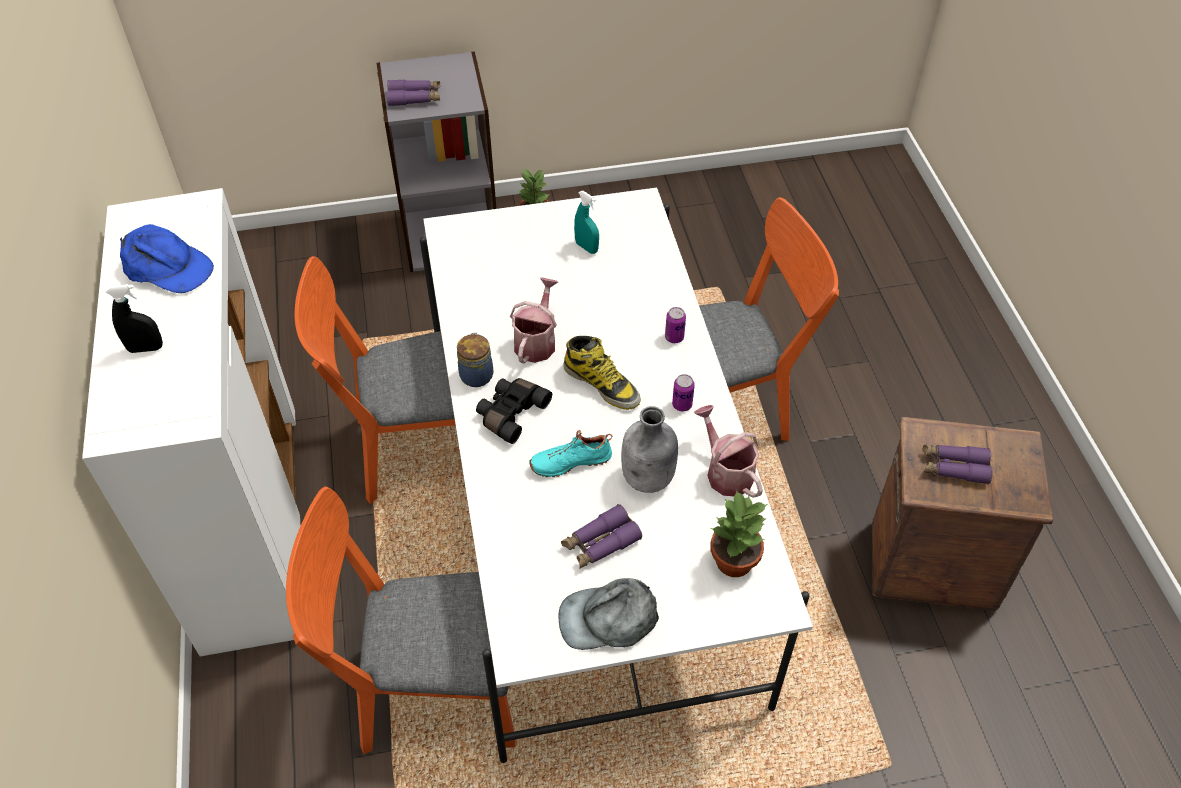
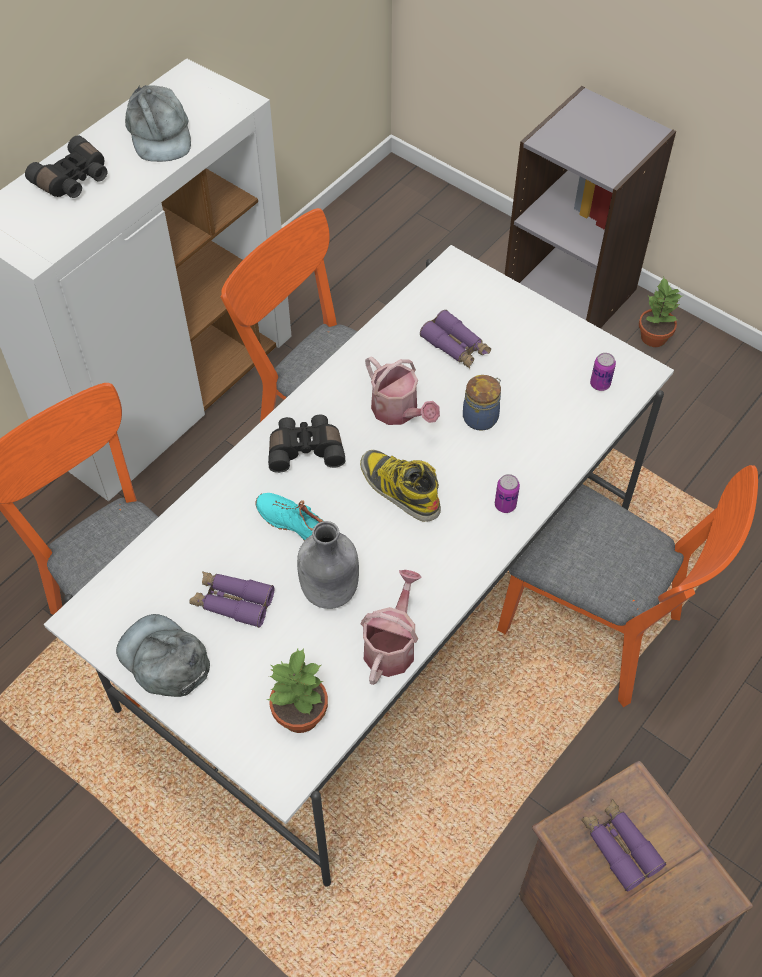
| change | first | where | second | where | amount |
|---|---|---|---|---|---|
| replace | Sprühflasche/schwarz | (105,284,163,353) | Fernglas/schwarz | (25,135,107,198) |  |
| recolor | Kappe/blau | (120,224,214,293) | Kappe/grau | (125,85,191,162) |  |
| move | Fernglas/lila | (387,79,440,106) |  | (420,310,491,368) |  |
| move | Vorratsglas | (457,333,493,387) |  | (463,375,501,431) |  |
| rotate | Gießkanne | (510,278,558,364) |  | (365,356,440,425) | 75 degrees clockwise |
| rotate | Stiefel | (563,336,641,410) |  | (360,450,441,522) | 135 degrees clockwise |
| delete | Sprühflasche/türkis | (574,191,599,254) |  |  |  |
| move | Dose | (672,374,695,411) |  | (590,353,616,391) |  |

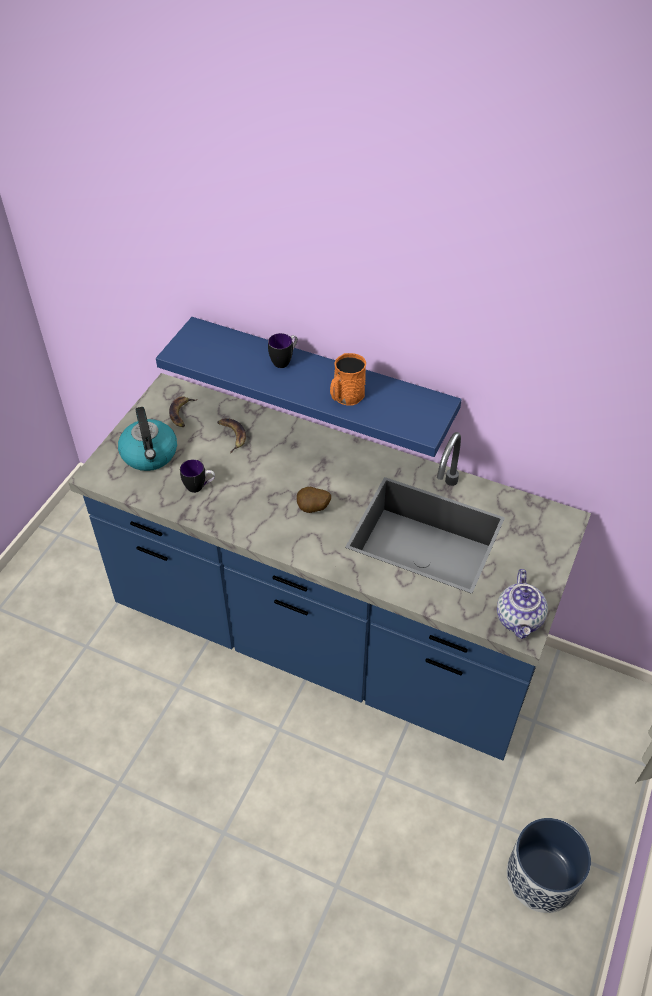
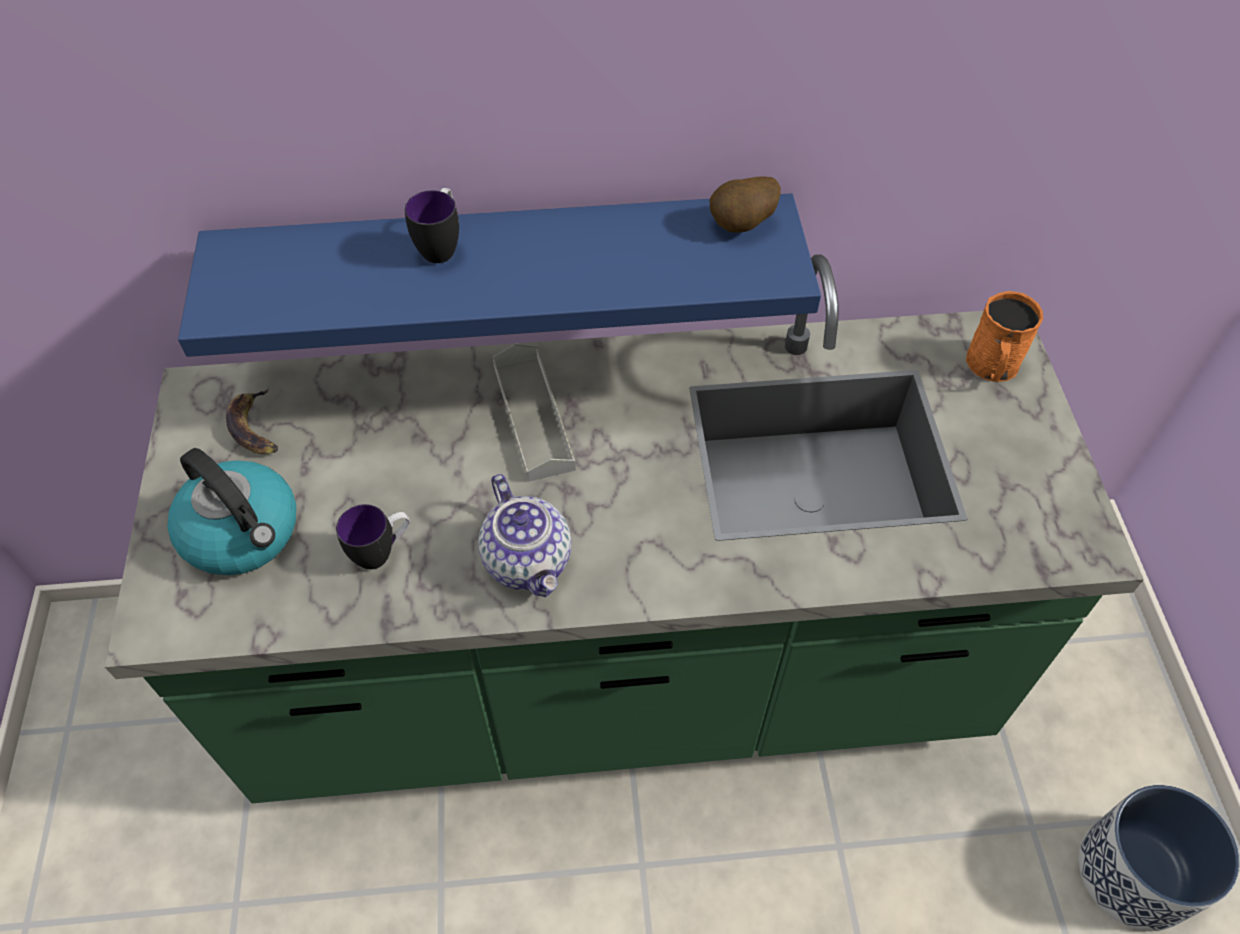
| change | first | where | second | where | amount |
|---|---|---|---|---|---|
| recolor | Küchenzeile/blau | (68,373,591,760) | Küchenzeile/grün | (105,254,1144,803) |  |
| delete | Banane | (217,418,246,453) |  |  |  |
| move | Kartoffel | (297,487,331,513) |  | (710,176,781,233) |  |
| move | Henkelbecher/orange | (330,353,366,406) |  | (966,291,1043,382) |  |
| move | Teekanne | (497,569,548,639) |  | (478,474,572,597) |  |
| insert |  |  | Tablett/grau | (493,345,576,482) |  |

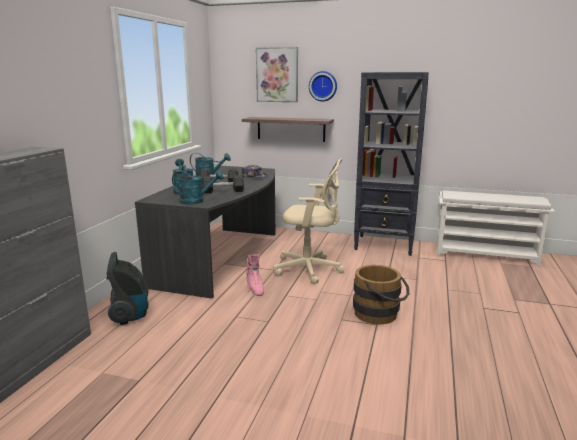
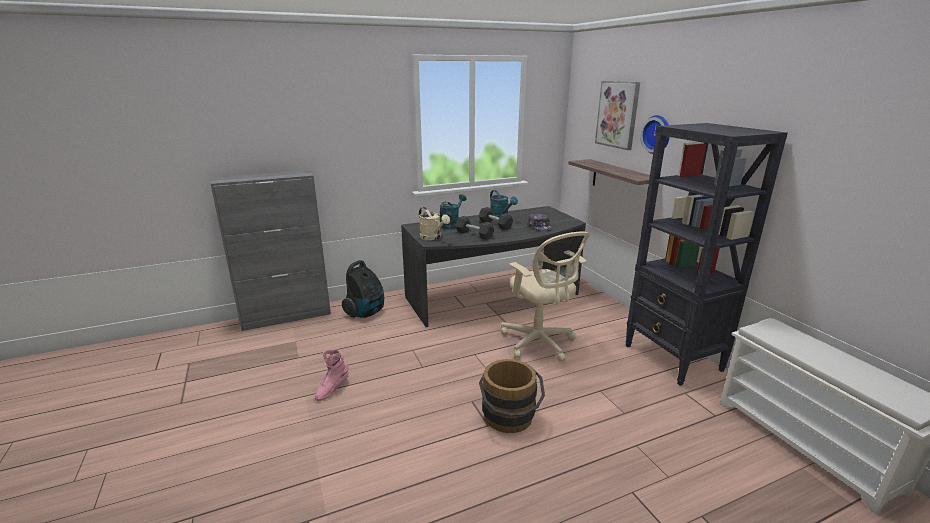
| change | first | where | second | where | amount |
|---|---|---|---|---|---|
| recolor | Gießkanne/türkis | (172,171,224,204) | Gießkanne/beige | (419,207,450,240) |  |
| move | Stiefel/rosa | (246,254,264,296) |  | (315,350,349,401) |  |

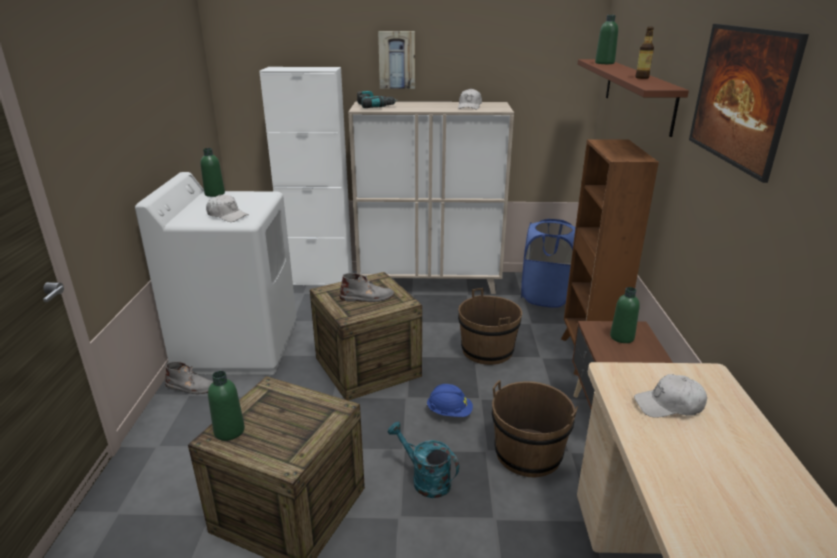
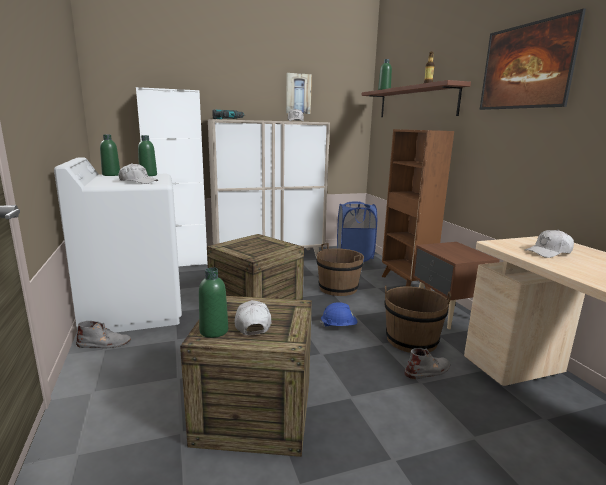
| change | first | where | second | where | amount |
|---|---|---|---|---|---|
| move | Stiefel/grau | (340,273,394,302) |  | (404,348,450,379) |  |
| move | Bild | (378,31,415,89) |  | (286,73,312,114) |  |
| delete | Gießkanne/türkis | (388,422,459,498) |  |  |  |
| move | Flasche/grün | (610,287,640,343) |  | (138,135,157,176) |  |
| insert |  |  | Kappe/weiß | (235,300,272,335) |  |

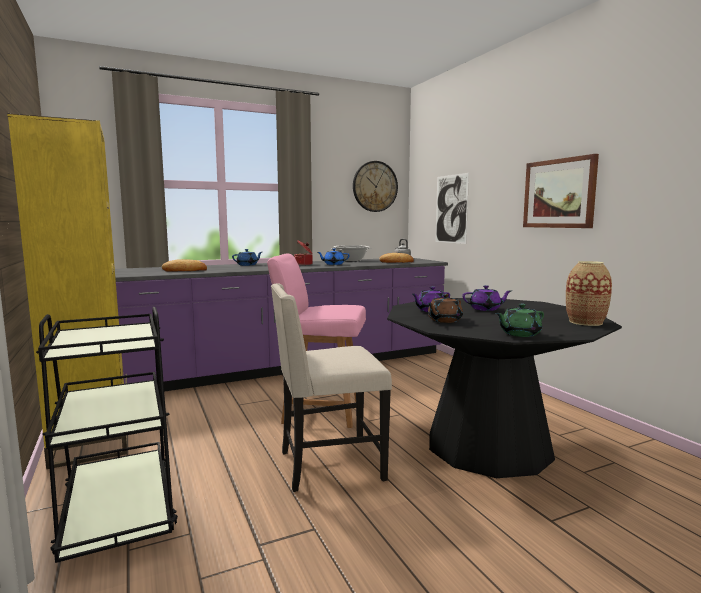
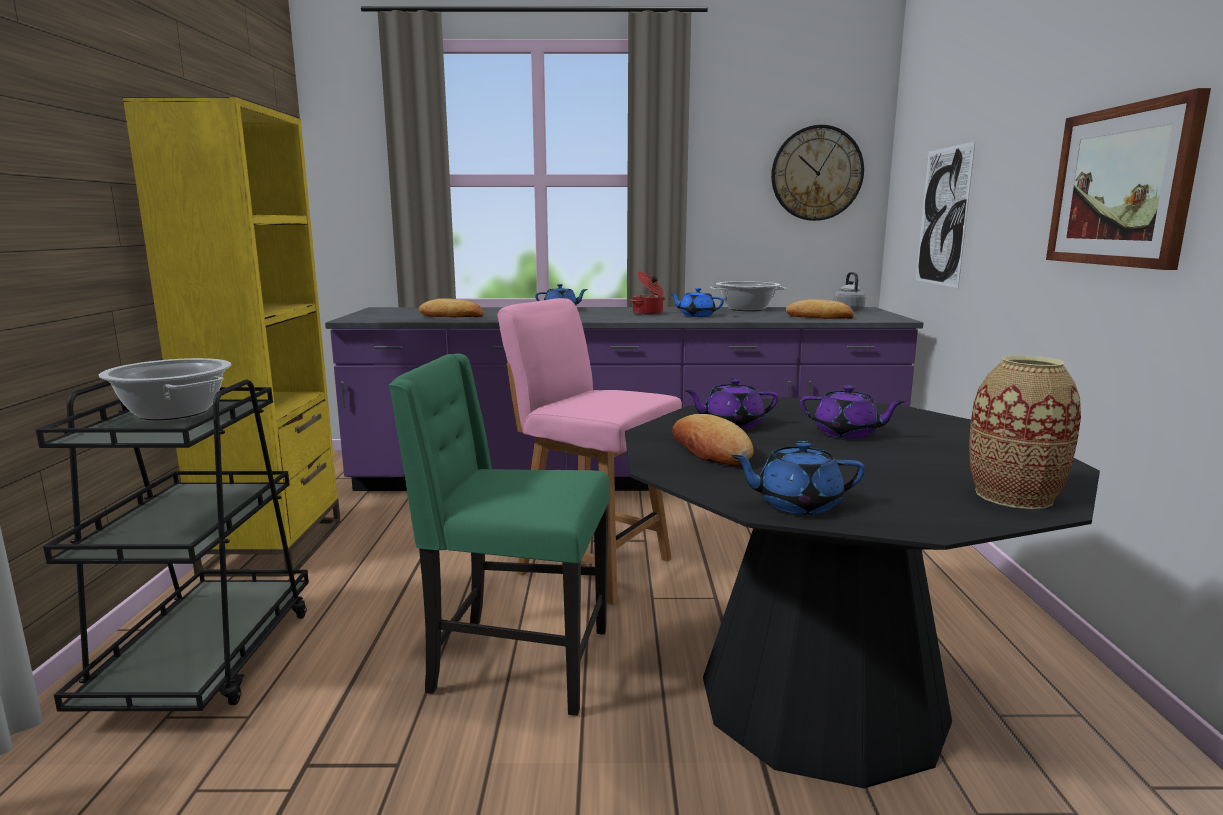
| change | first | where | second | where | amount |
|---|---|---|---|---|---|
| recolor | Stuhl/beige | (271,283,392,492) | Stuhl/grün | (389,353,610,716) |  |
| replace | Teekanne/braun | (427,294,463,323) | Brot | (672,414,754,466) |  |
| recolor | Teekanne/grün | (496,304,544,337) | Teekanne/blau | (731,441,865,514) |  |
| insert |  |  | Kochtopf | (99,358,231,420) |  |

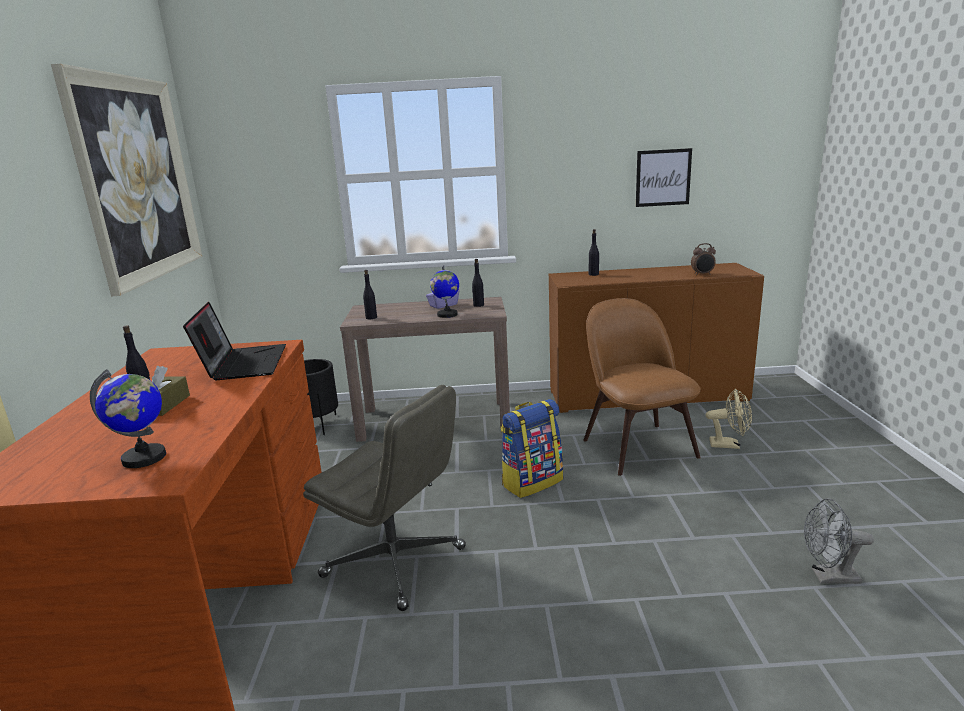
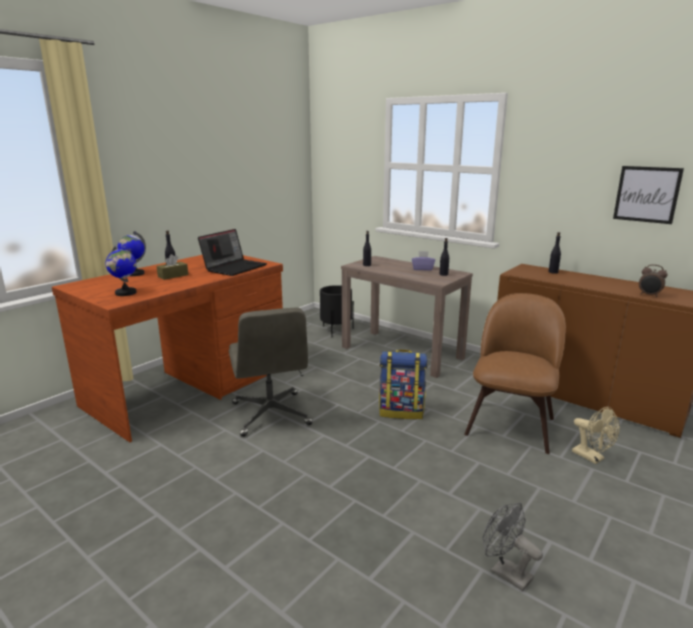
| change | first | where | second | where | amount |
|---|---|---|---|---|---|
| delete | Bild | (51,64,202,296) |  |  |  |
| move | Globus | (430,265,459,318) |  | (117,231,146,276) |  |

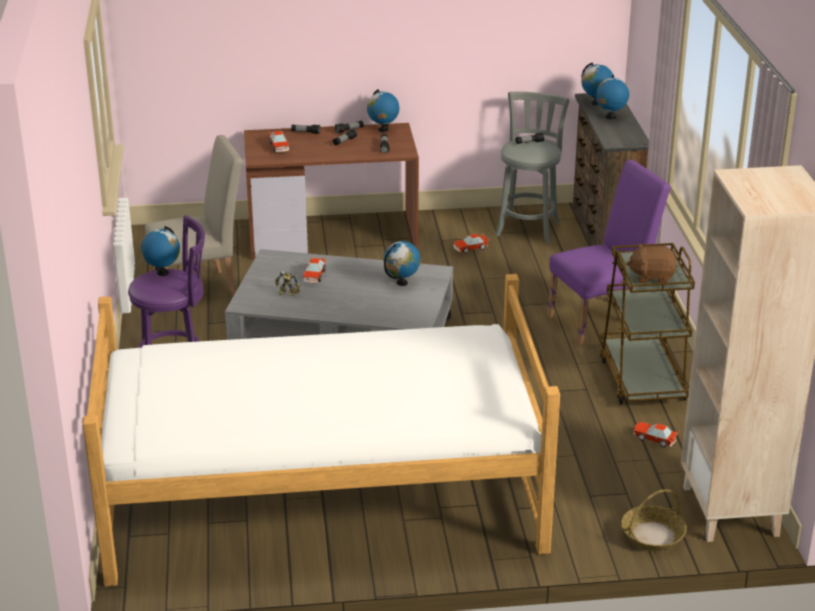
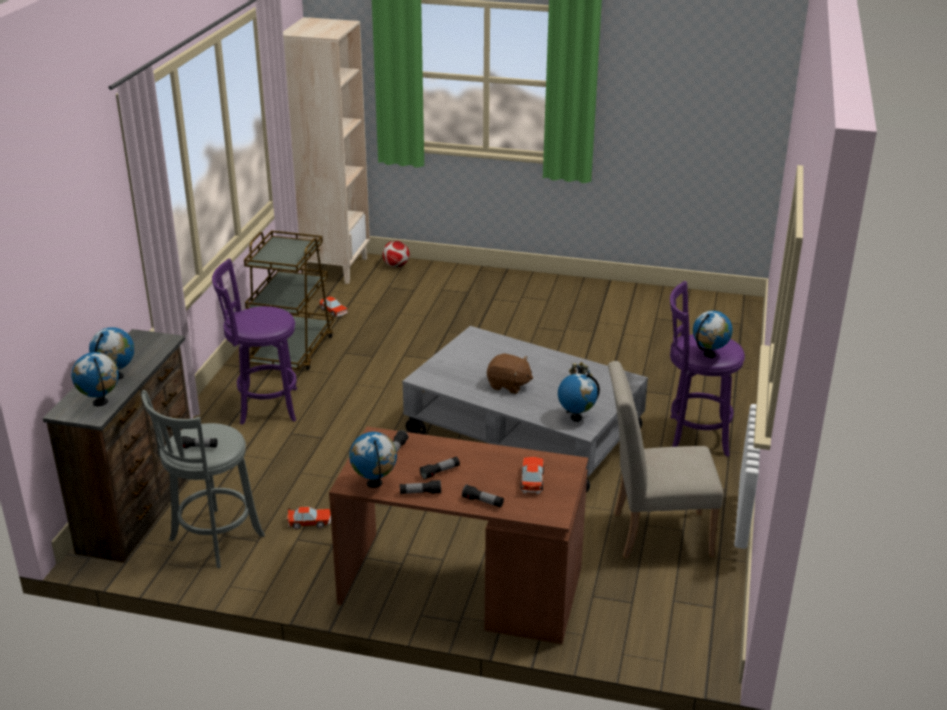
| change | first | where | second | where | amount |
|---|---|---|---|---|---|
| delete | Bett | (83,274,560,586) |  |  |  |
| delete | Spielzeugauto | (303,257,326,283) |  |  |  |
| move | Globus | (384,241,421,286) |  | (558,373,600,422) |  |
| replace | Stuhl/lila | (547,160,671,345) | Hocker/lila | (212,258,297,425) |  |
| replace | Korb | (621,489,687,551) | Fußball | (383,241,409,268) |  |
| move | Plüschtier/braun | (626,244,677,284) |  | (487,353,533,394) |  |

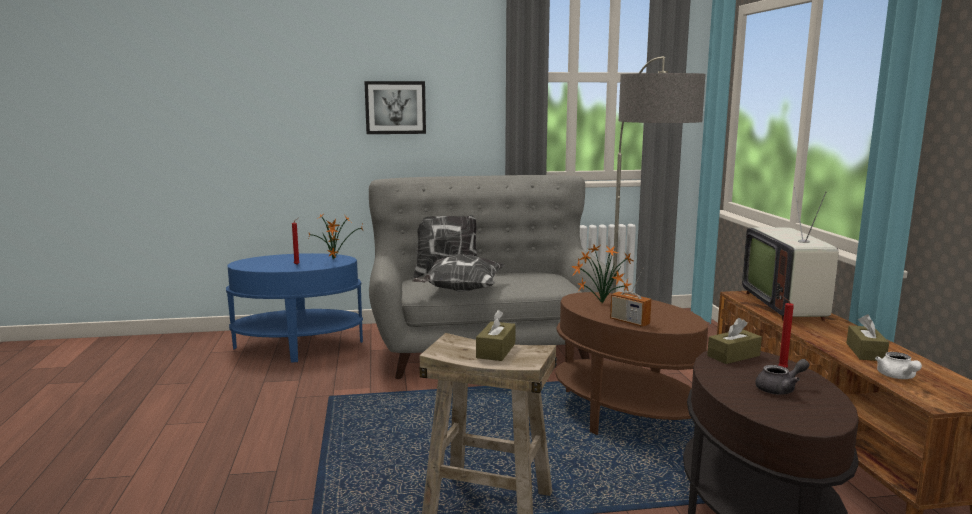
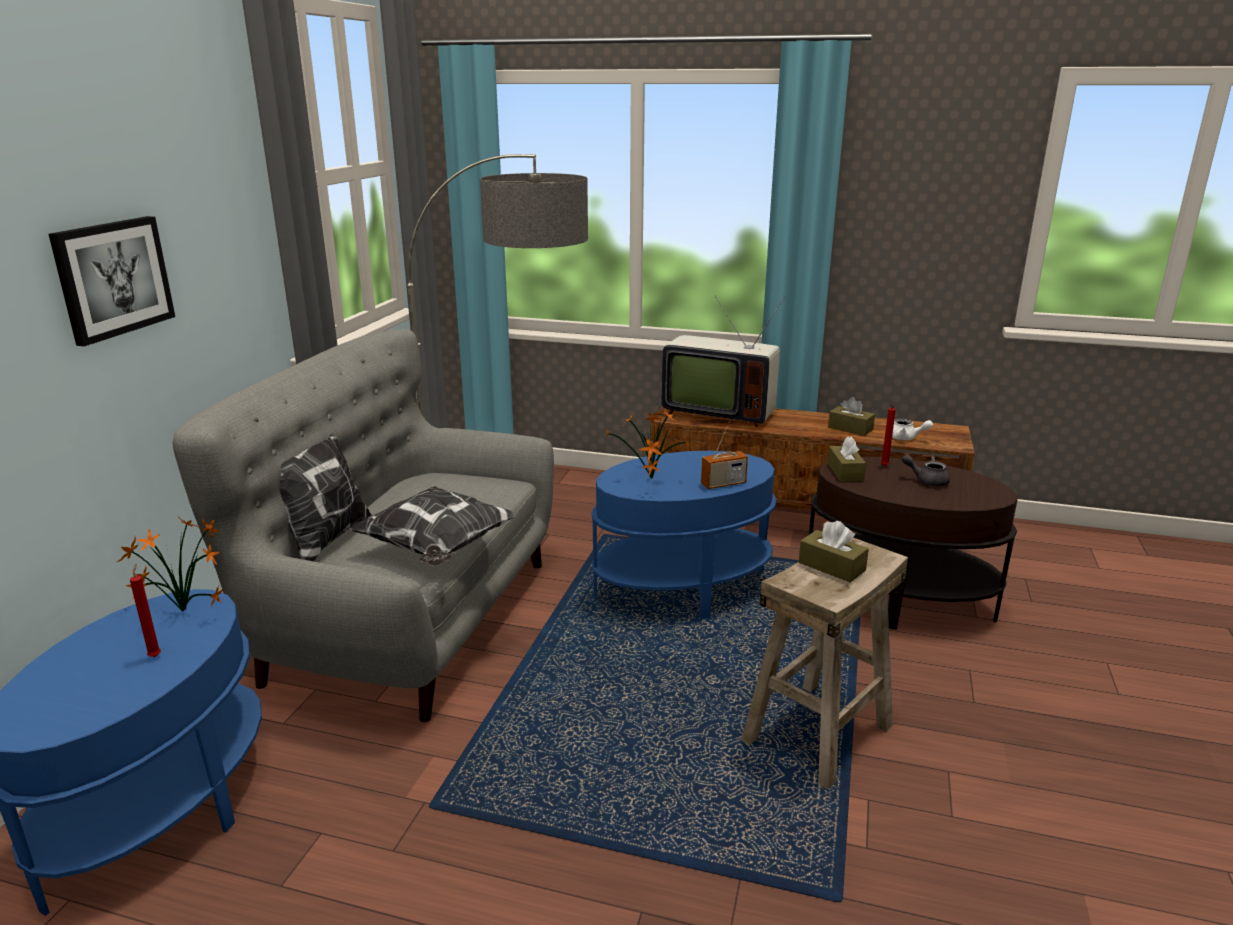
| change | first | where | second | where | amount |
|---|---|---|---|---|---|
| recolor | Beistelltisch/braun | (555,292,708,435) | Beistelltisch/blau | (591,451,777,619) |  |
| rotate | Teekanne/grau | (755,359,809,395) |  | (902,455,950,487) | 75 degrees counterclockwise |

